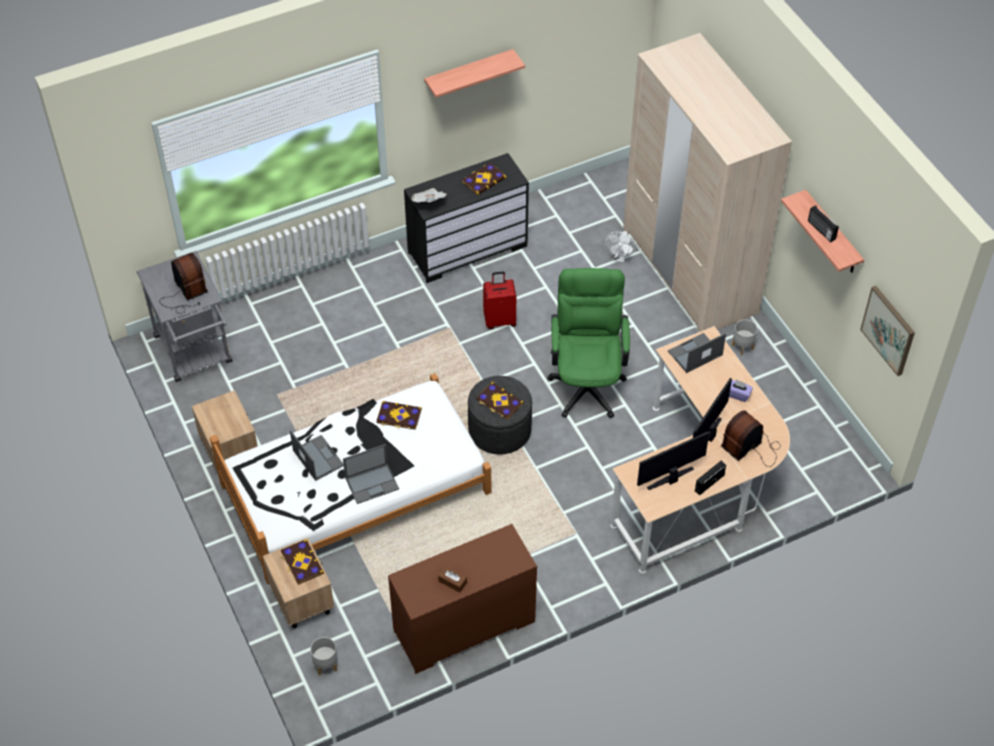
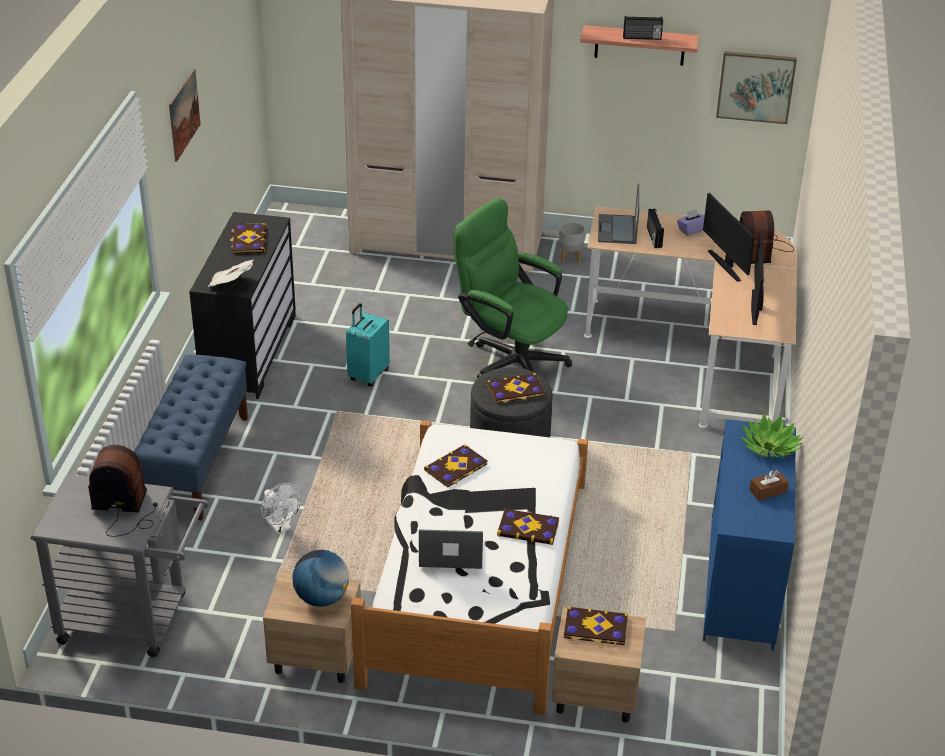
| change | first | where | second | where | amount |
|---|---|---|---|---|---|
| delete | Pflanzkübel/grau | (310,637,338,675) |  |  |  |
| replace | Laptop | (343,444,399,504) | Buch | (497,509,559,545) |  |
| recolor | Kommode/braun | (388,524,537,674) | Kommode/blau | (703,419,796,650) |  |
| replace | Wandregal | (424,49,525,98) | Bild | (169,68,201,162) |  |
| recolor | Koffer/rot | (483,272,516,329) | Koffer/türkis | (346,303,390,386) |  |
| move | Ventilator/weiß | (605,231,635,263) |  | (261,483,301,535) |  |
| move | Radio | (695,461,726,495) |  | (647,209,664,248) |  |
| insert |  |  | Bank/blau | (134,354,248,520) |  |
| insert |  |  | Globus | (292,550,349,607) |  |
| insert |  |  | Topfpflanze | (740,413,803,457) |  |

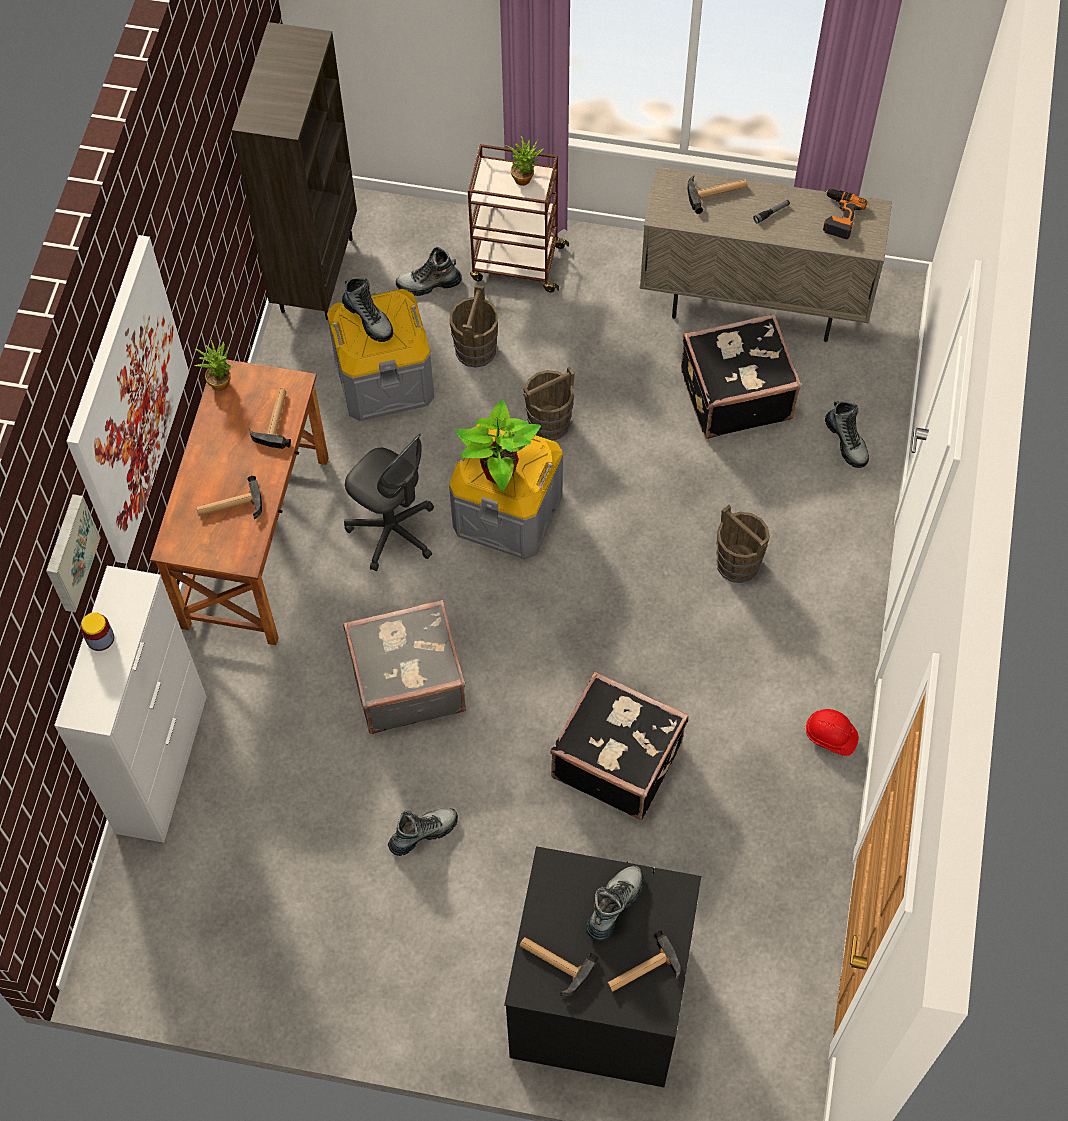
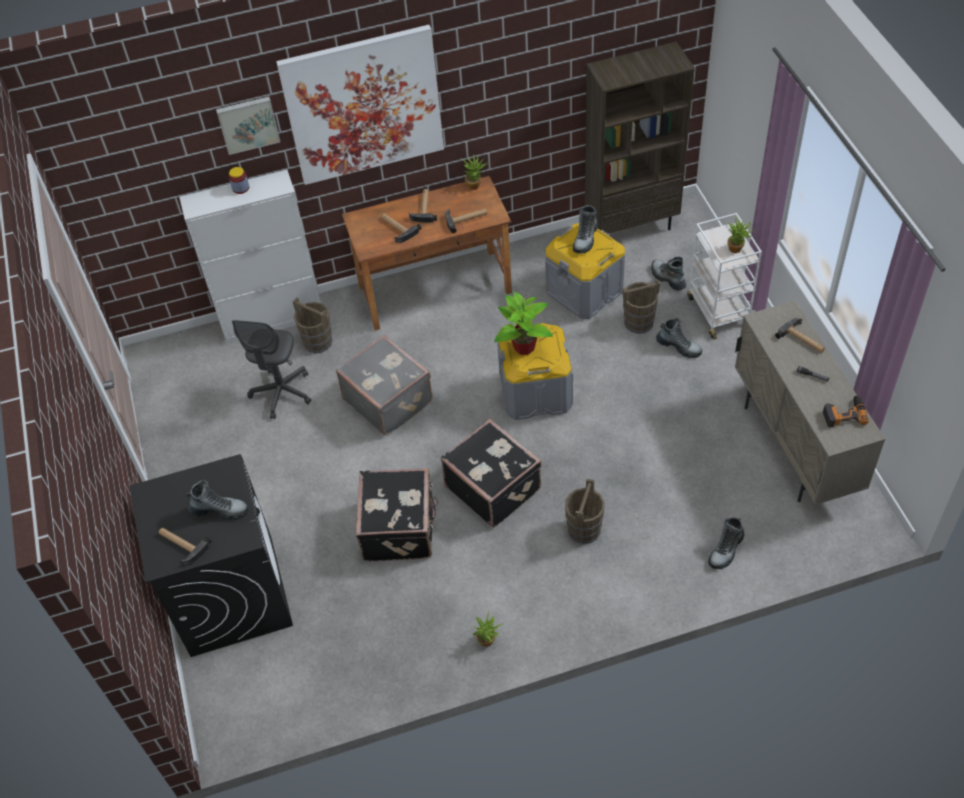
| change | first | where | second | where | amount |
|---|---|---|---|---|---|
| move | Bürostuhl/grau | (344,433,434,571) |  | (232,320,311,419) |  |
| move | Stiefel | (388,808,458,856) |  | (656,318,702,358) |  |
| recolor | Rollwagen/braun | (468,144,569,292) | Rollwagen/weiß | (687,213,762,340) |  |
| move | Hammer | (519,937,599,996) |  | (409,189,437,223) |  |
| move | Eimer/braun | (523,366,575,441) |  | (293,297,333,353) |  |
| move | Koffer/schwarz | (681,314,801,439) |  | (441,419,542,528) |  |
| replace | Schutzhelm/rot | (804,709,858,756) | Topfpflanze | (473,610,503,647) |  |

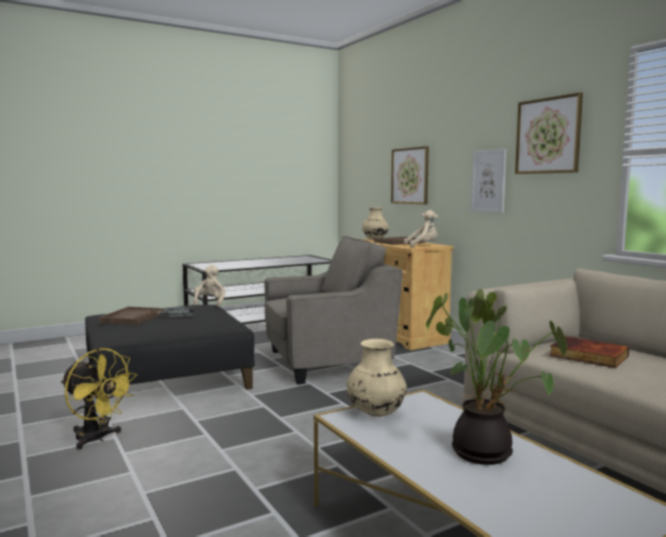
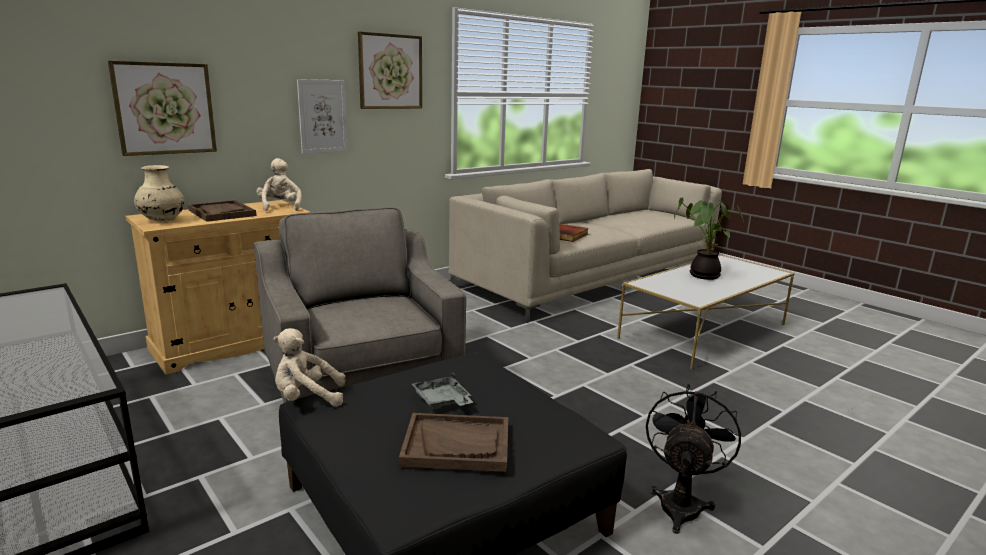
| change | first | where | second | where | amount |
|---|---|---|---|---|---|
| recolor | Ventilator/gelb | (61,348,137,450) | Ventilator/schwarz | (646,384,741,534) |  |
| delete | Vase/beige | (347,339,407,417) |  |  |  |

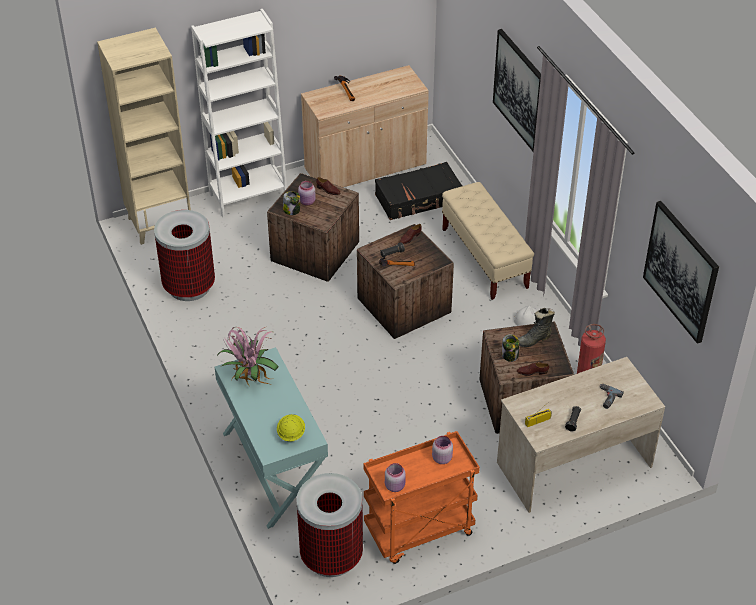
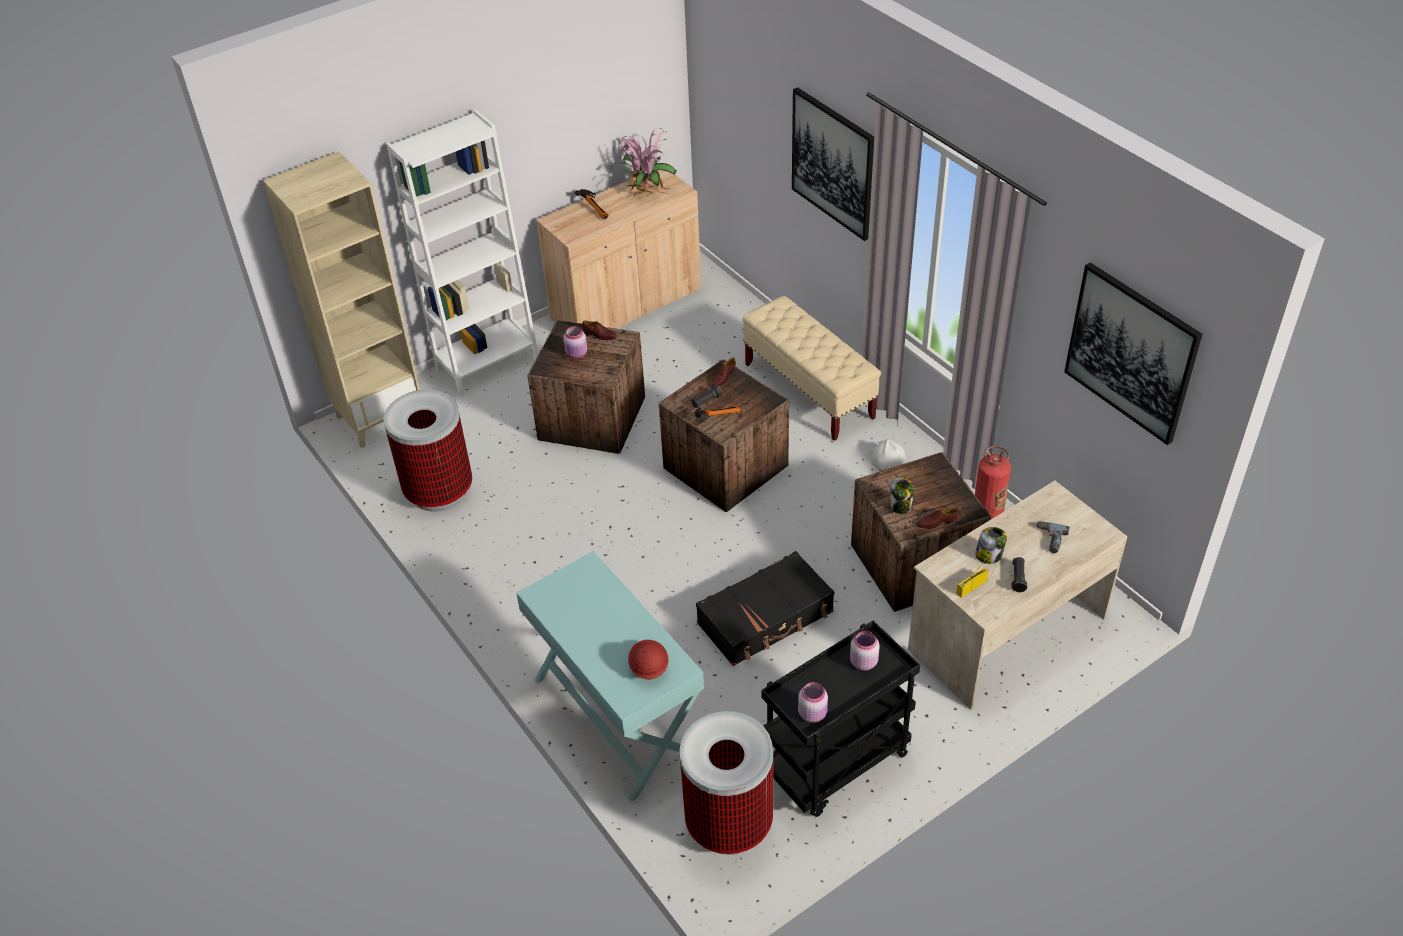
| change | first | where | second | where | amount |
|---|---|---|---|---|---|
| move | Topfpflanze | (217,327,279,385) |  | (610,128,677,196) |  |
| recolor | Schutzhelm/gelb | (277,414,305,442) | Schutzhelm/rot | (628,640,669,679) |  |
| move | Vorratsglas | (283,191,300,215) |  | (975,527,1007,564) |  |
| recolor | Rollwagen/orange | (363,431,480,564) | Rollwagen/schwarz | (761,620,920,817) |  |
| move | Koffer/schwarz | (375,162,462,220) |  | (696,551,834,666) |  |
| delete | Stiefel/schwarz | (518,308,555,347) |  |  |  |

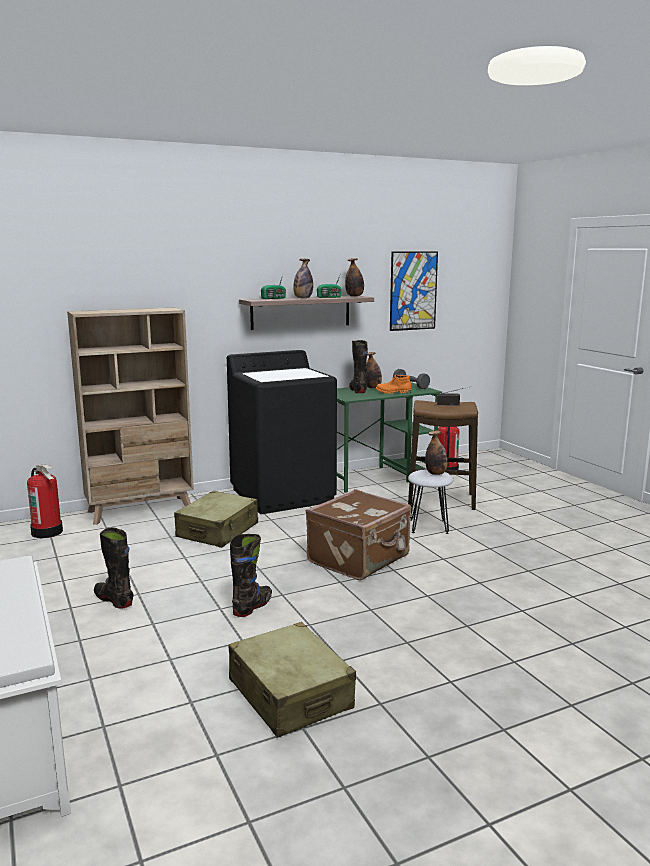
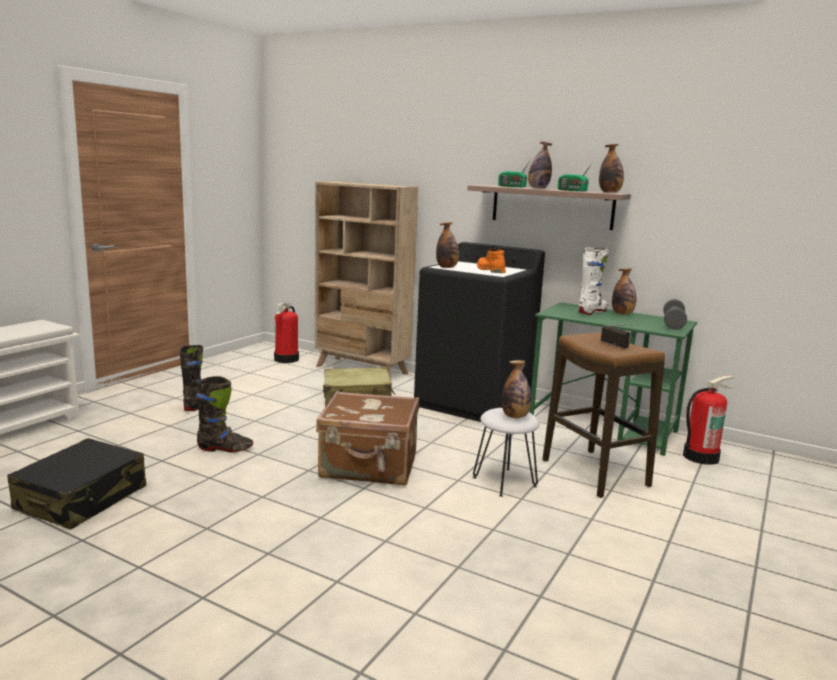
| change | first | where | second | where | amount |
|---|---|---|---|---|---|
| recolor | Koffer/beige | (229,622,356,738) | Koffer/schwarz | (7,438,146,530) |  |
| recolor | Stiefel/schwarz | (349,340,368,393) | Stiefel/weiß | (579,247,609,315) |  |
| move | Stiefel/orange | (376,375,411,394) |  | (477,248,506,273) |  |
| delete | Bild | (390,252,438,331) |  |  |  |
| insert |  |  | Flasche | (436,222,459,268) |  |

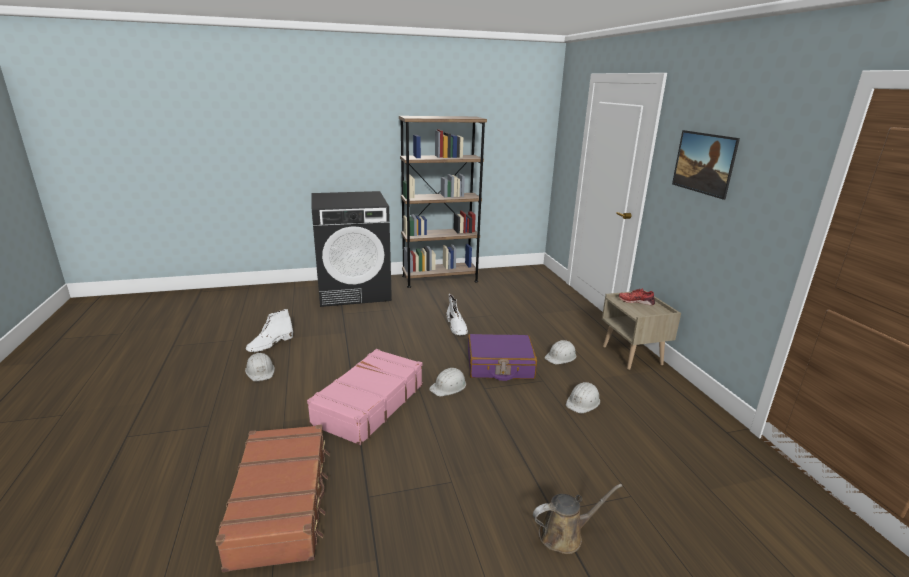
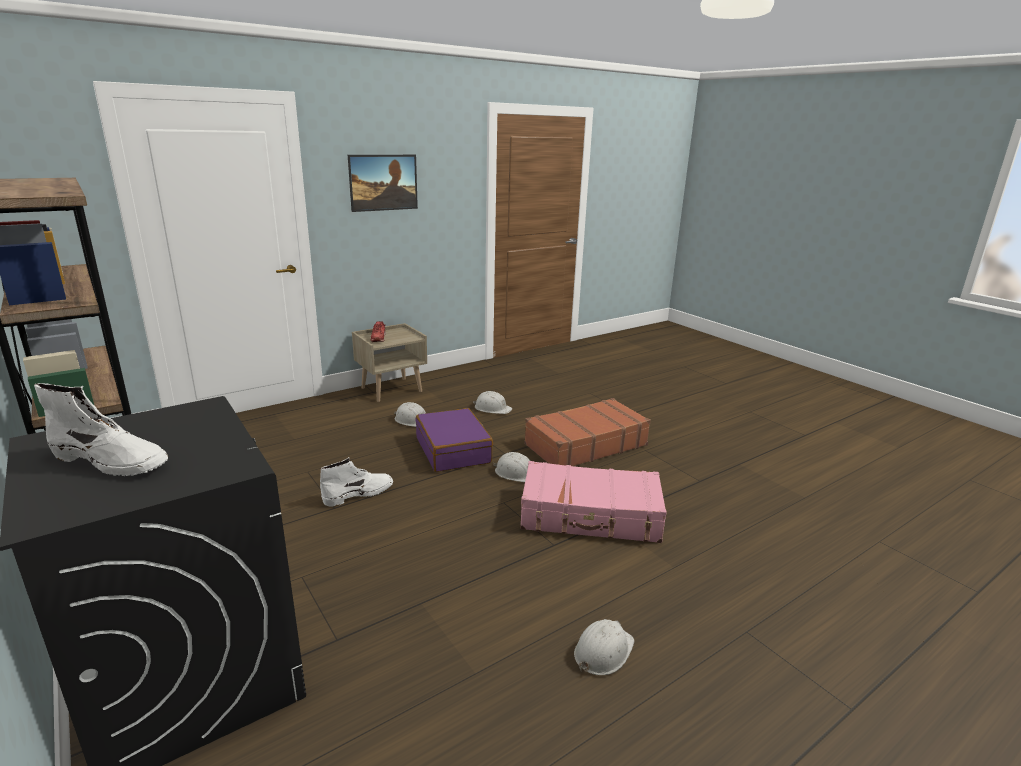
| change | first | where | second | where | amount |
|---|---|---|---|---|---|
| move | Koffer/braun | (215,425,330,572) |  | (524,398,651,466) |  |
| move | Stiefel/weiß | (246,309,293,352) |  | (34,383,168,476) |  |
| delete | Gießkanne/braun | (533,484,622,554) |  |  |  |

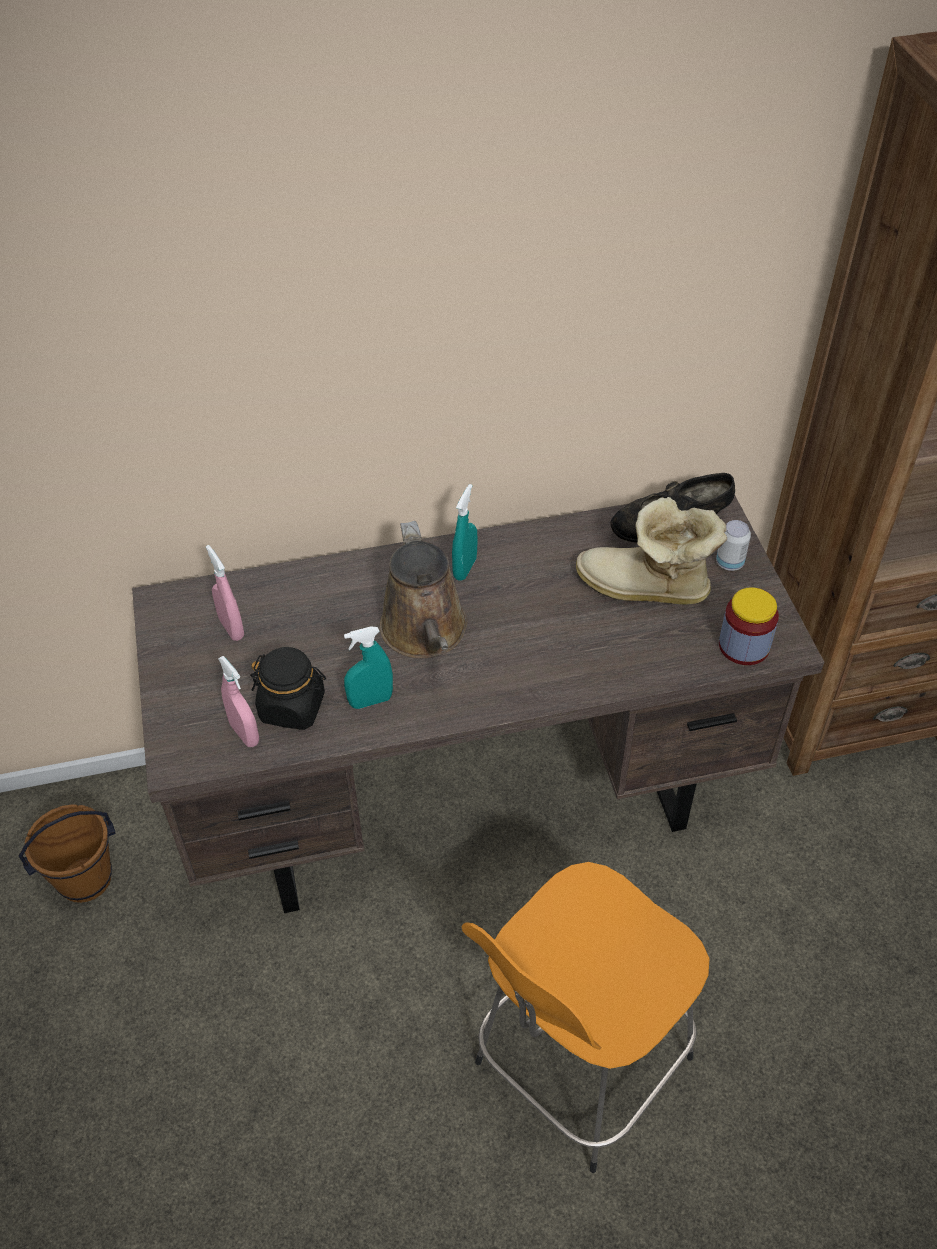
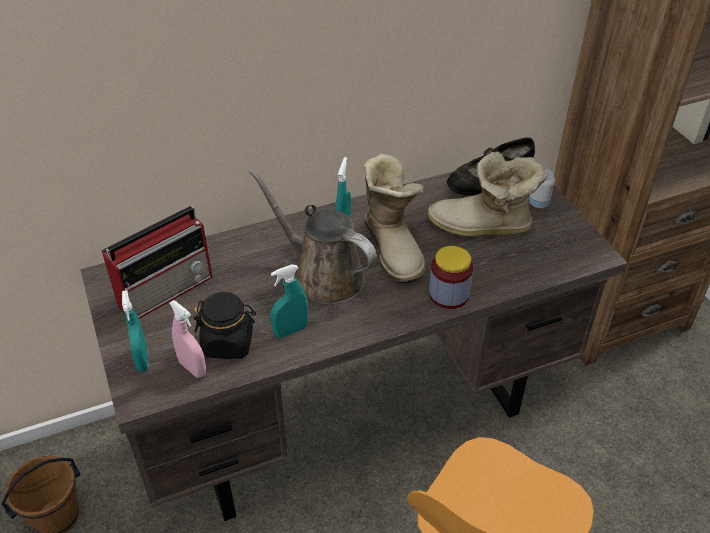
| change | first | where | second | where | amount |
|---|---|---|---|---|---|
| replace | Sprühflasche/rosa | (206,545,244,641) | Radio | (101,206,213,319) |  |
| rotate | Gießkanne/braun | (380,521,467,658) |  | (249,169,377,305) | 150 degrees clockwise |
| move | Vorratsglas | (719,587,779,665) |  | (429,246,473,309) |  |
| insert |  |  | Sprühflasche/türkis | (122,290,148,372) |  |
| insert |  |  | Stiefel | (363,153,425,283) |  |

